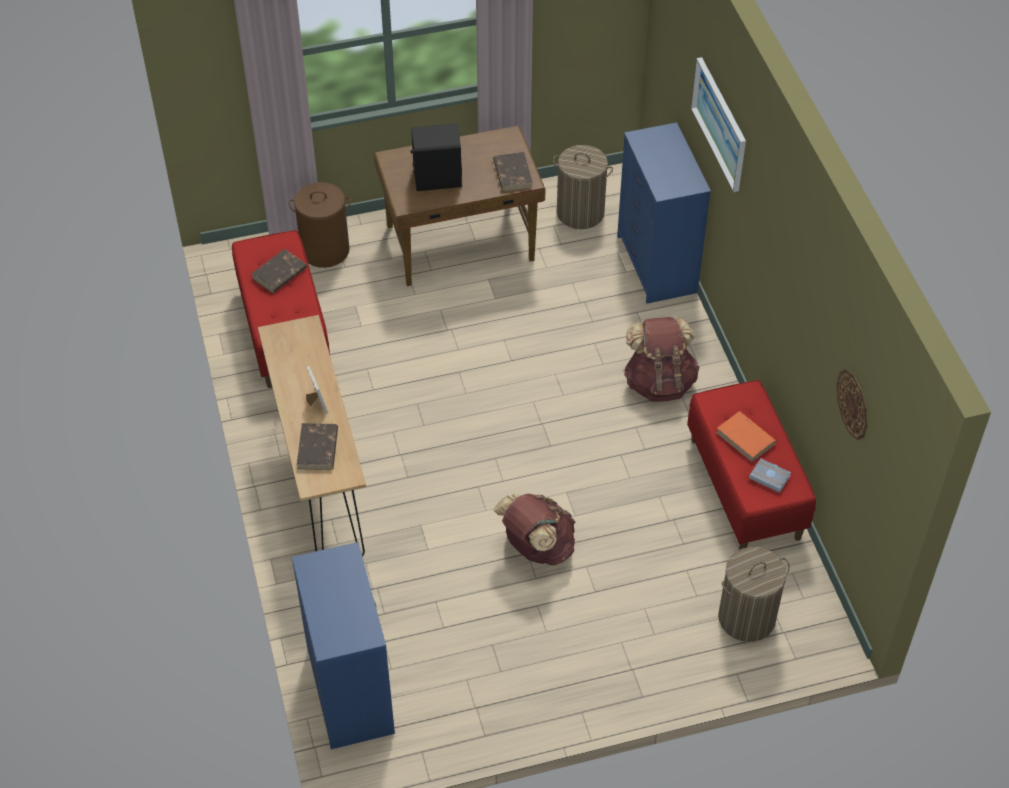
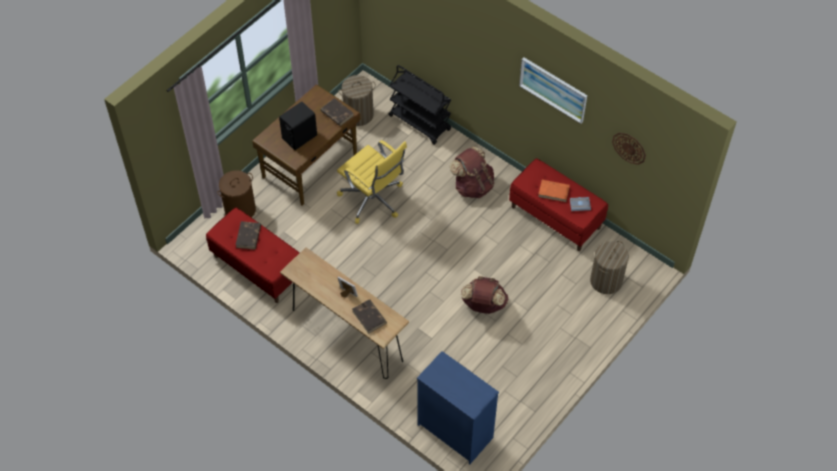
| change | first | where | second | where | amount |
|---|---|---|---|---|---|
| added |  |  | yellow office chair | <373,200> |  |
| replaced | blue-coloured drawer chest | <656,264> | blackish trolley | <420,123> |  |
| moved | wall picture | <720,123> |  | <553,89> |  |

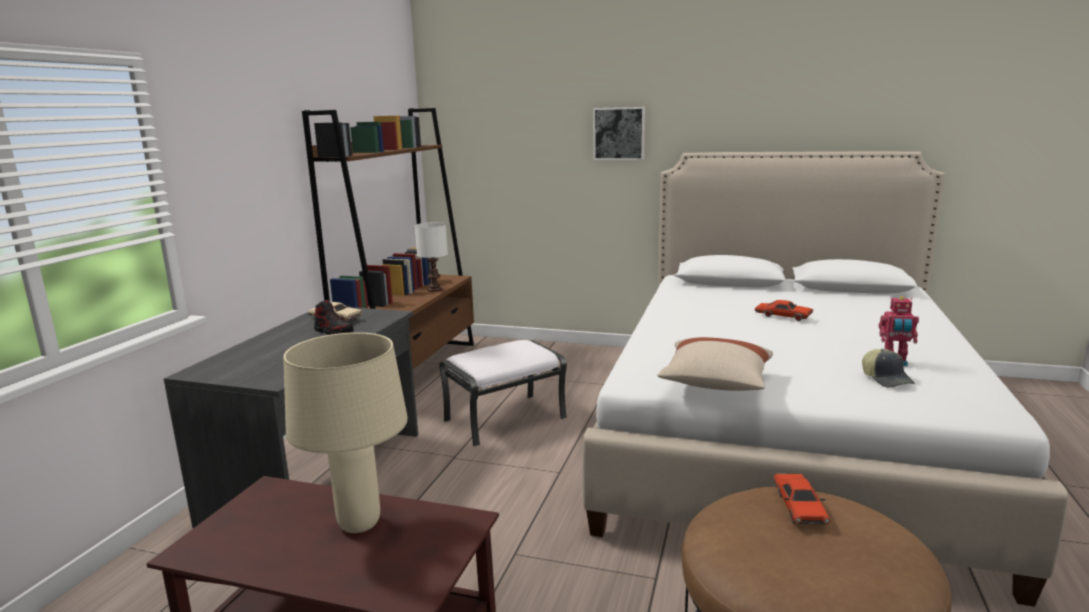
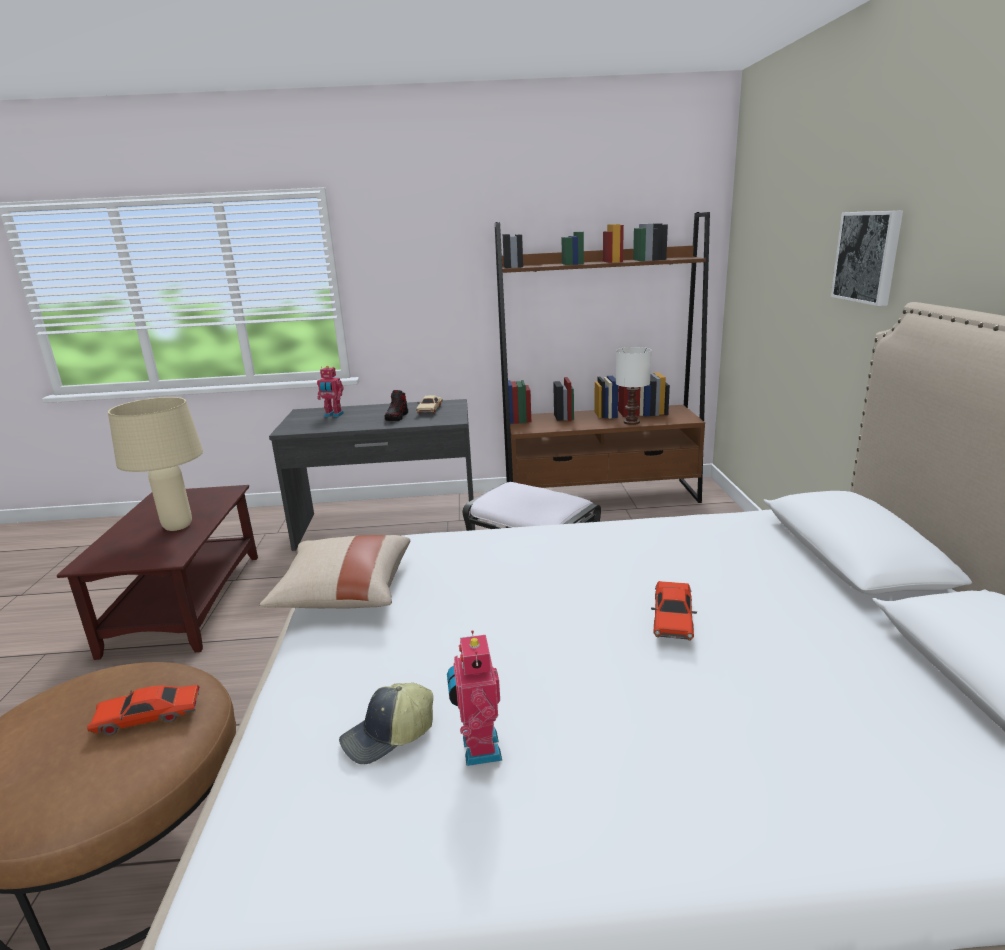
| change | first | where | second | where | amount |
|---|---|---|---|---|---|
| added |  |  | toy robot | <333,415> |  |

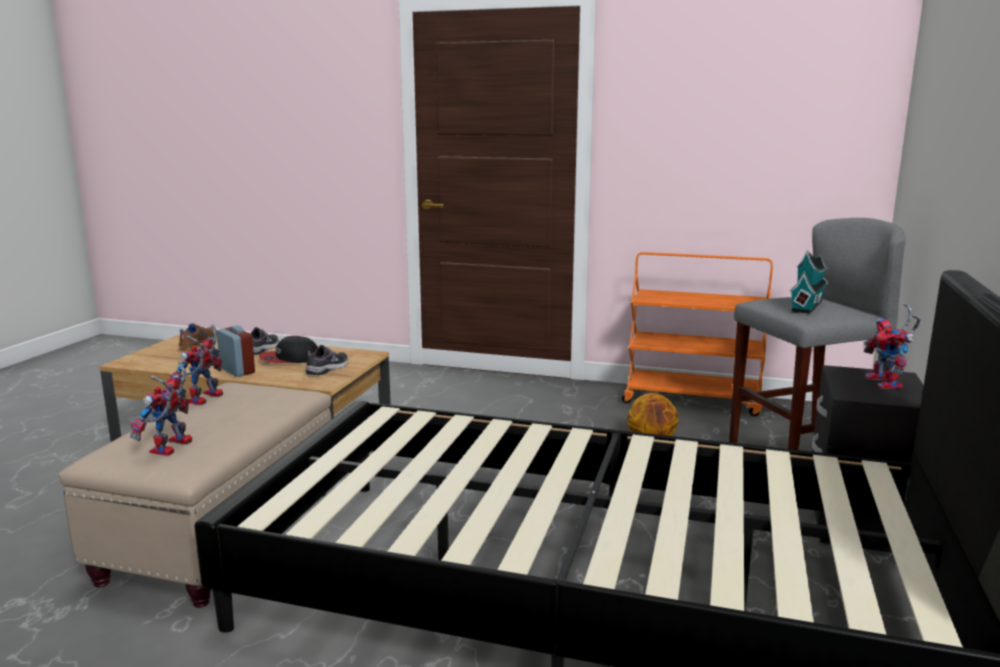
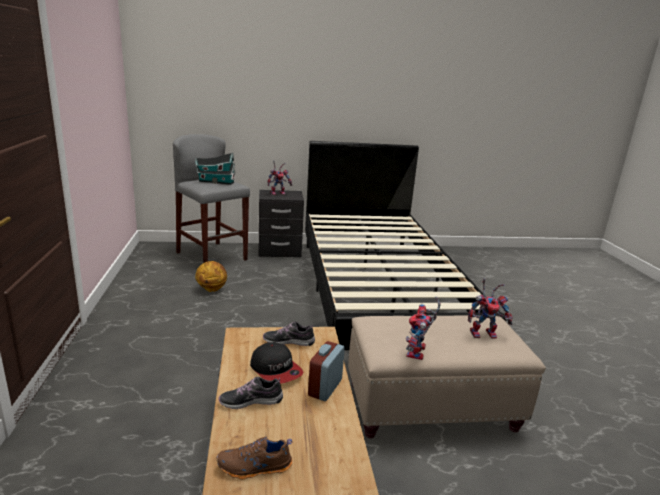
| change | first | where | second | where | amount |
|---|---|---|---|---|---|
| turned | toy robot | <204,400> |  | <417,353> | 105 degrees clockwise |
| removed | orange trolley | <692,400> |  |  |  |

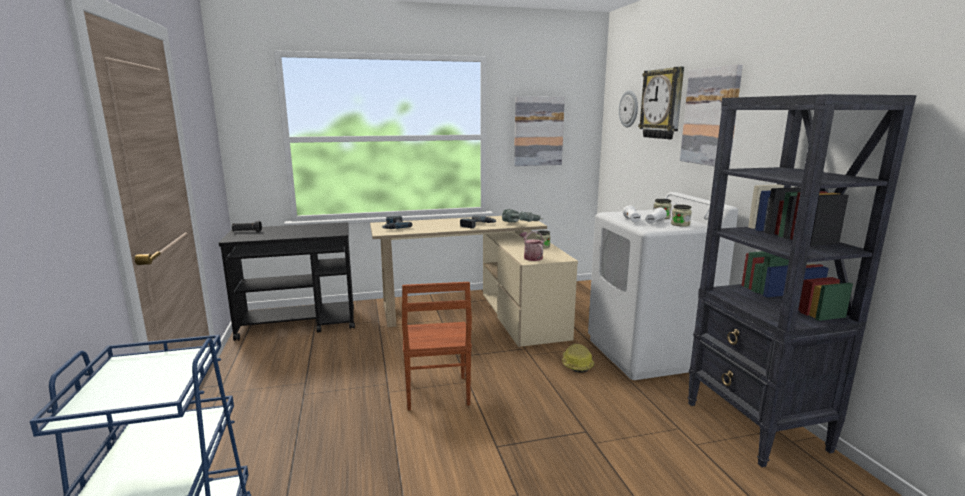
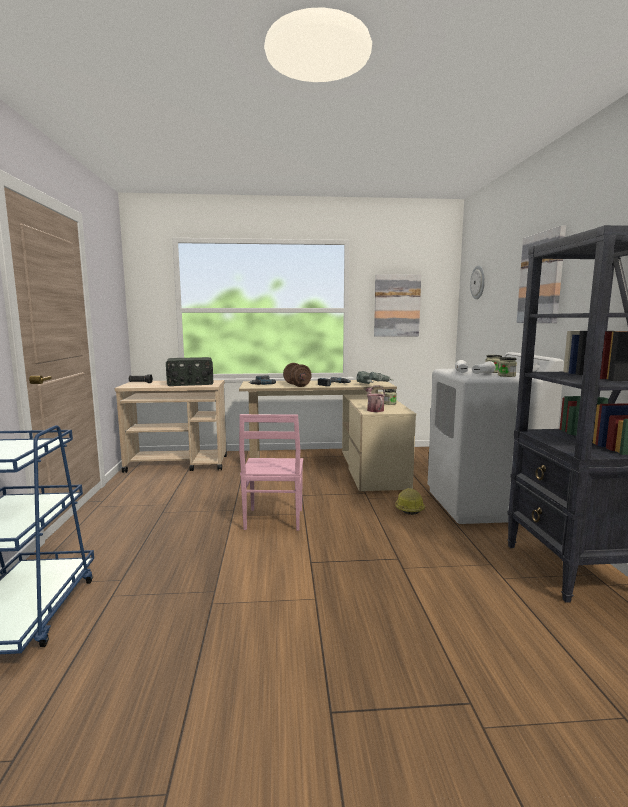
| change | first | where | second | where | amount |
|---|---|---|---|---|---|
| recoloured | blackish trolley | <299,324> | beige-coloured trolley | <178,464> |  |
| added |  |  | radio receiver | <190,383> |  |
| recoloured | brownish plain chair | <436,393> | pink-coloured plain chair | <273,520> |  |
| added |  |  | brownish hand weight | <297,385> |  |
| removed | wall clock | <662,104> |  |  |  |

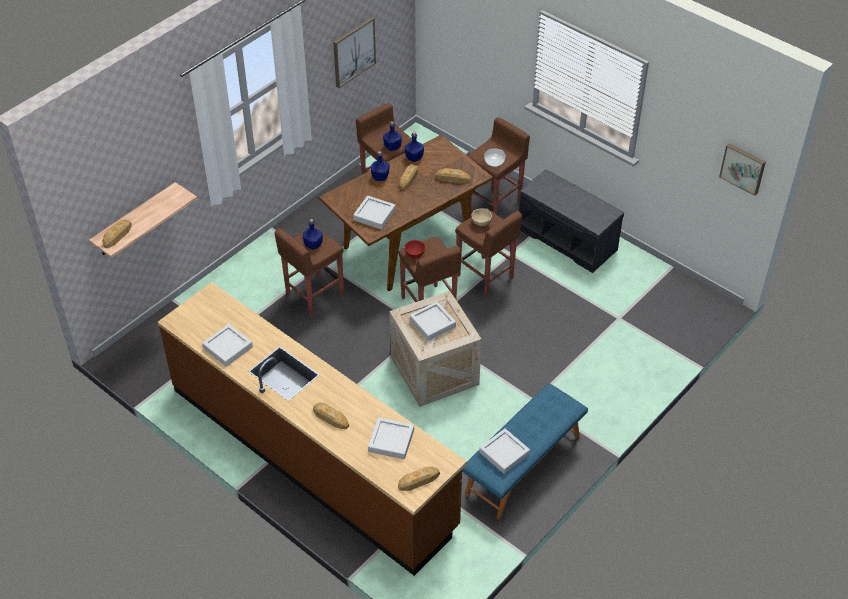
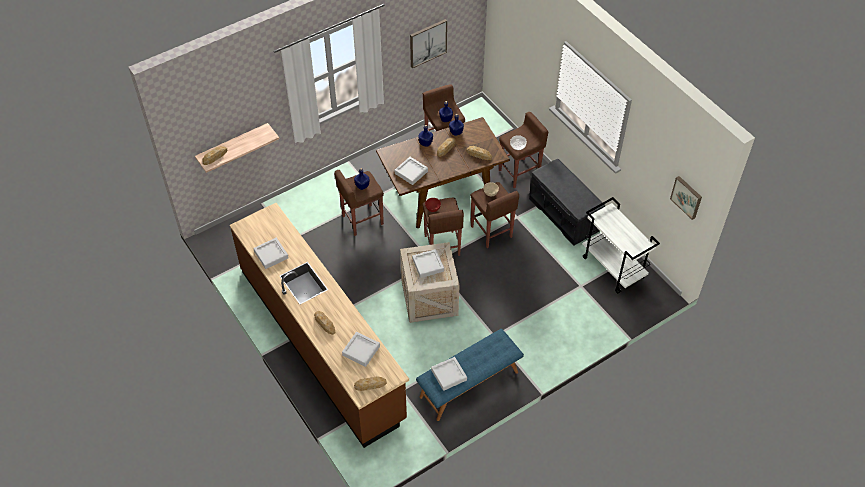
| change | first | where | second | where | amount |
|---|---|---|---|---|---|
| added |  |  | white-coloured trolley | <613,268> |  |

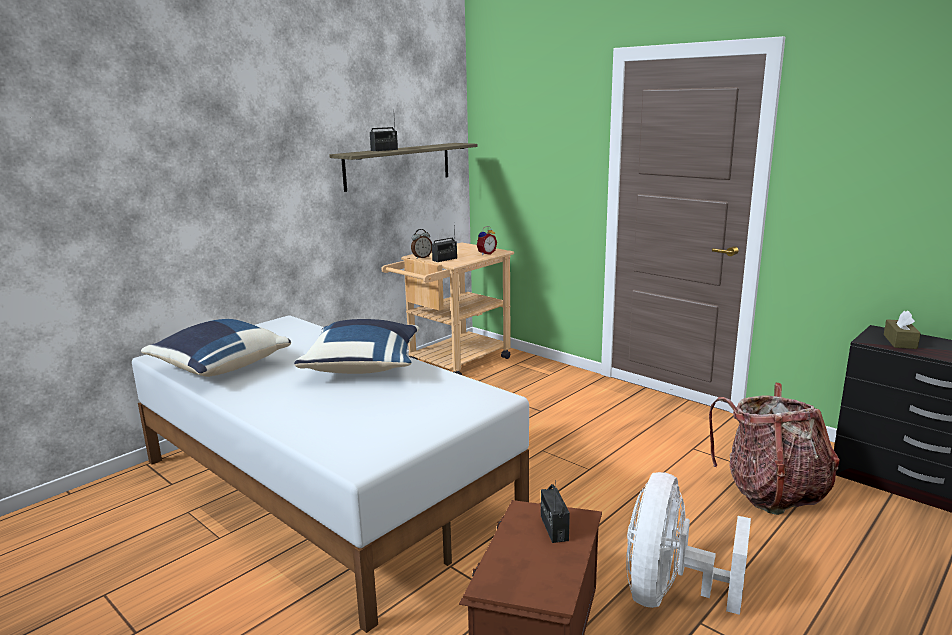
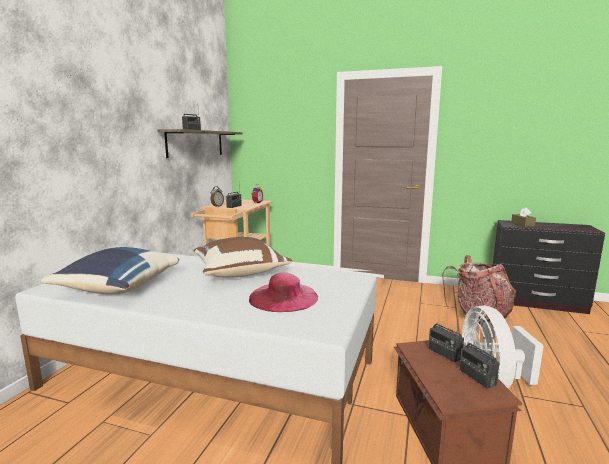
| change | first | where | second | where | amount |
|---|---|---|---|---|---|
| recoloured | blue-coloured throw pillow | <364,366> | brownish throw pillow | <240,272> |  |
| added |  |  | pink-coloured clothing hat | <283,297> |  |
| added |  |  | radio receiver | <477,377> |  |

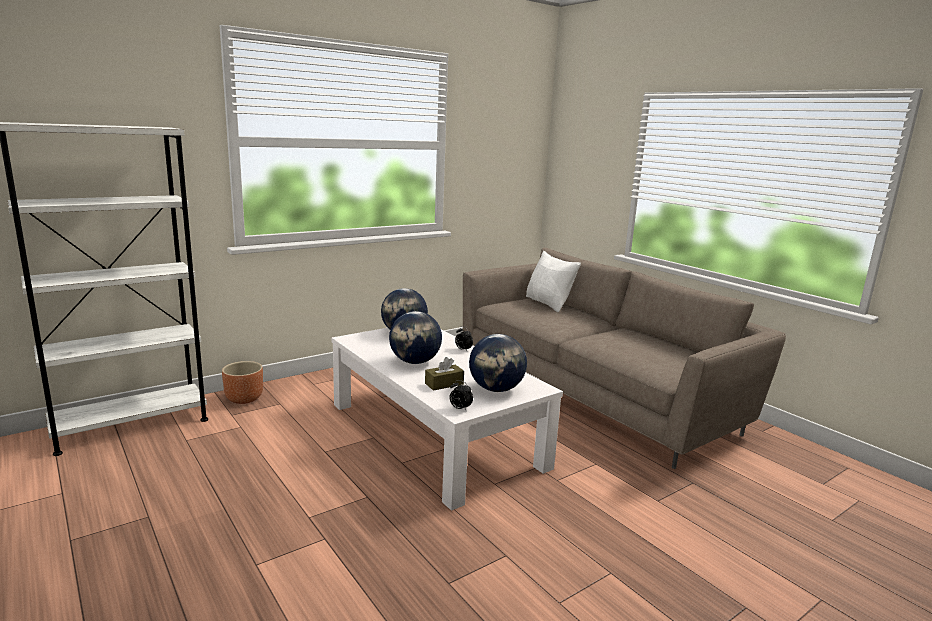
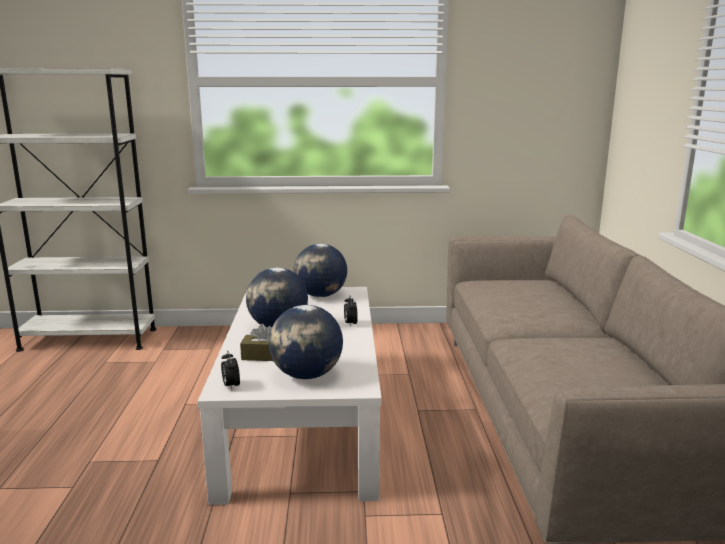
| change | first | where | second | where | amount |
|---|---|---|---|---|---|
| removed | brownish flower pot | <244,398> |  |  |  |
| removed | white-coloured throw pillow | <548,304> |  |  |  |

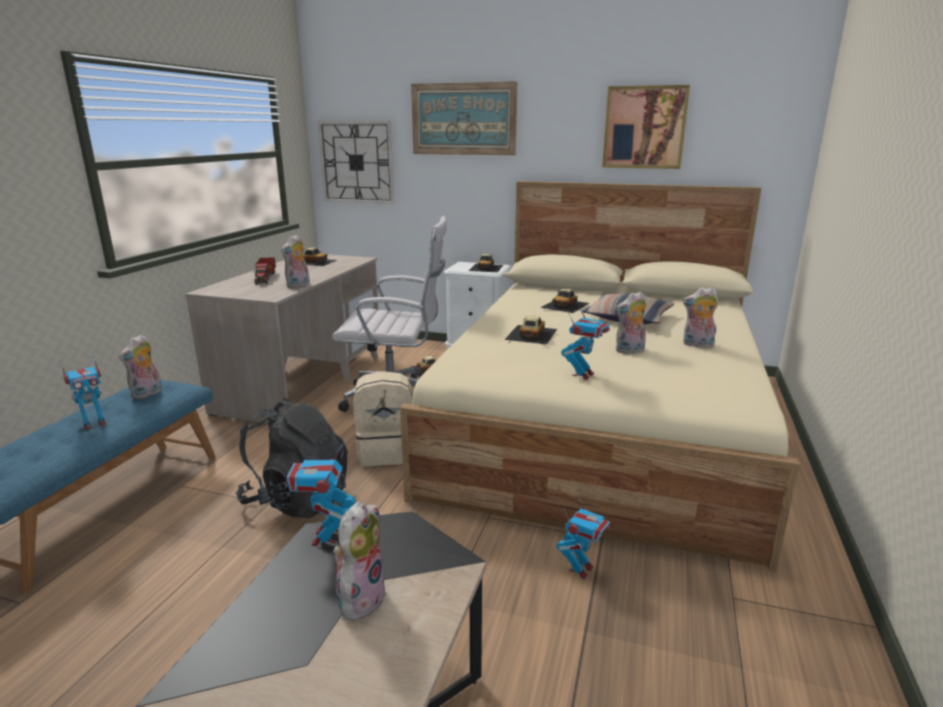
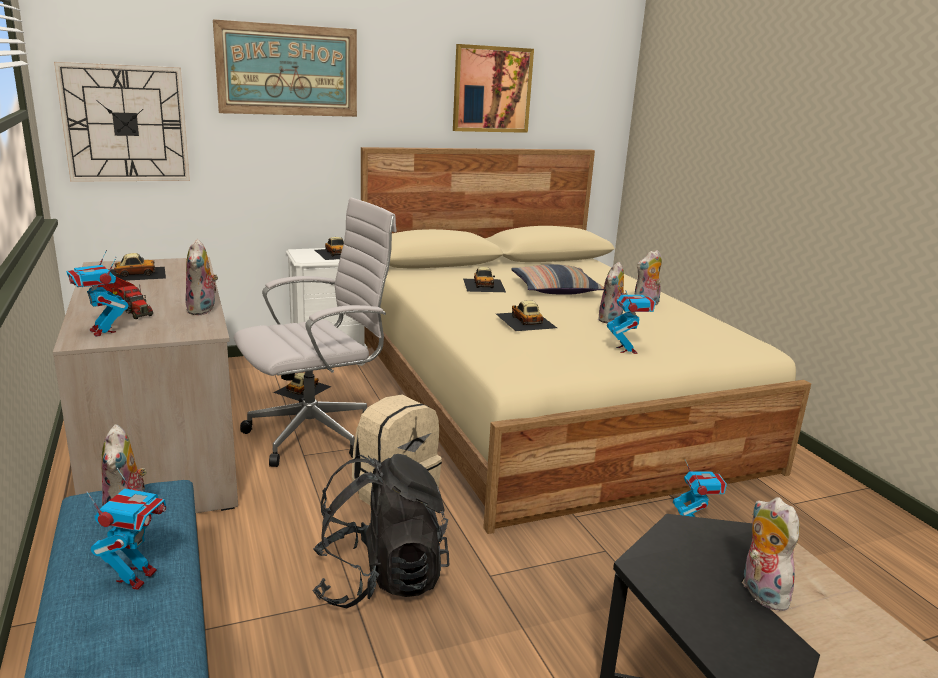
| change | first | where | second | where | amount |
|---|---|---|---|---|---|
| moved | toy robot | <326,537> |  | <102,331> |  |

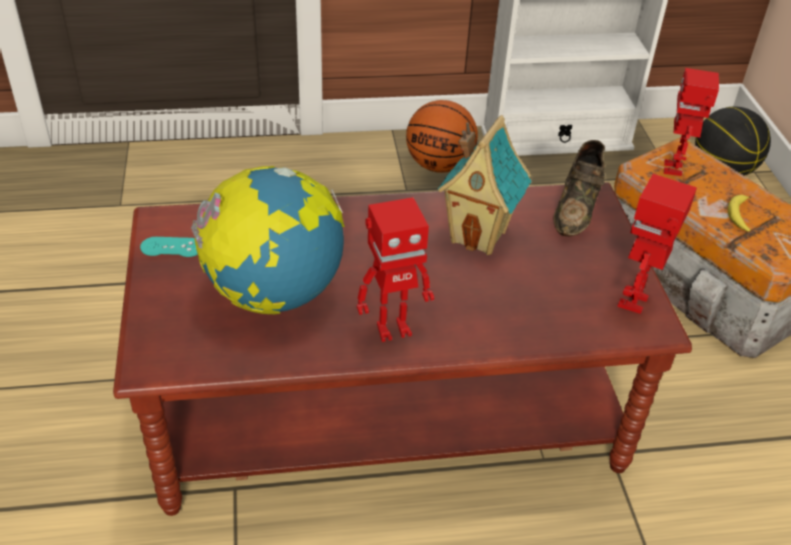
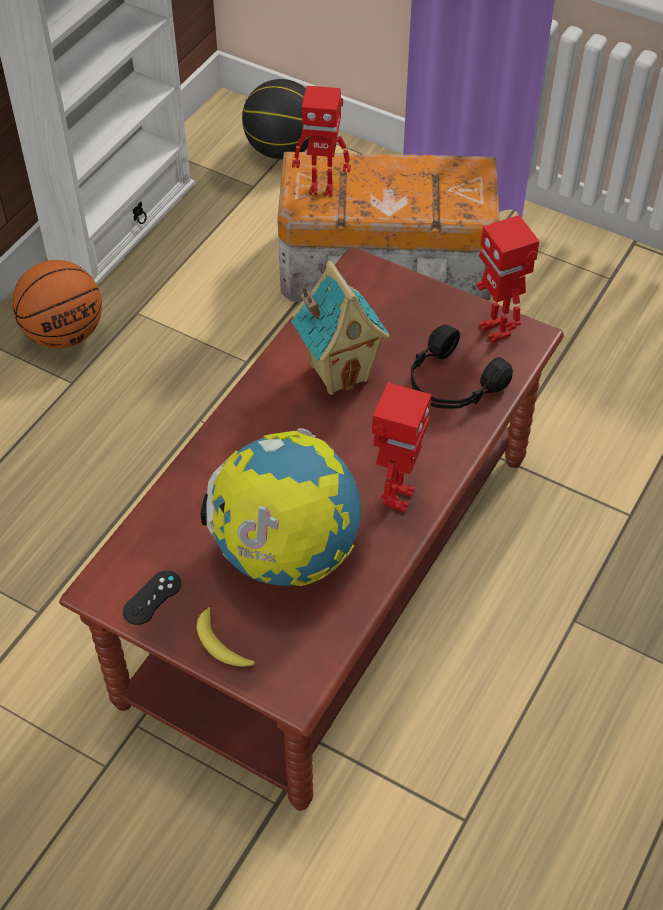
| change | first | where | second | where | amount |
|---|---|---|---|---|---|
| recoloured | turquoise-coloured game controller | <172,247> | blackish game controller | <152,598> |  |
| moved | whole banana | <738,216> |  | <222,644> |  |
| turned | toy robot | <674,169> |  | <322,188> | 45 degrees counterclockwise |
| added |  |  | blackish headphones | <451,384> |  |
| removed | brownish item of footwear | <577,208> |  |  |  |

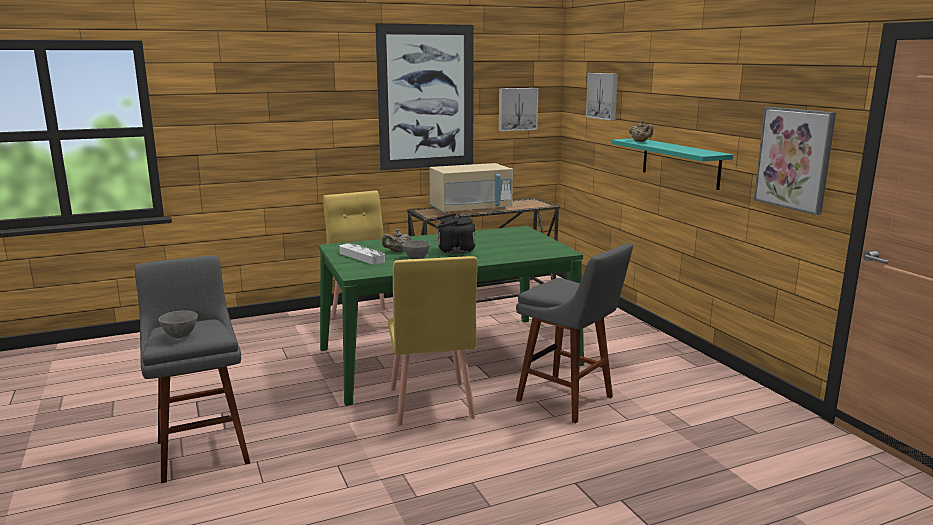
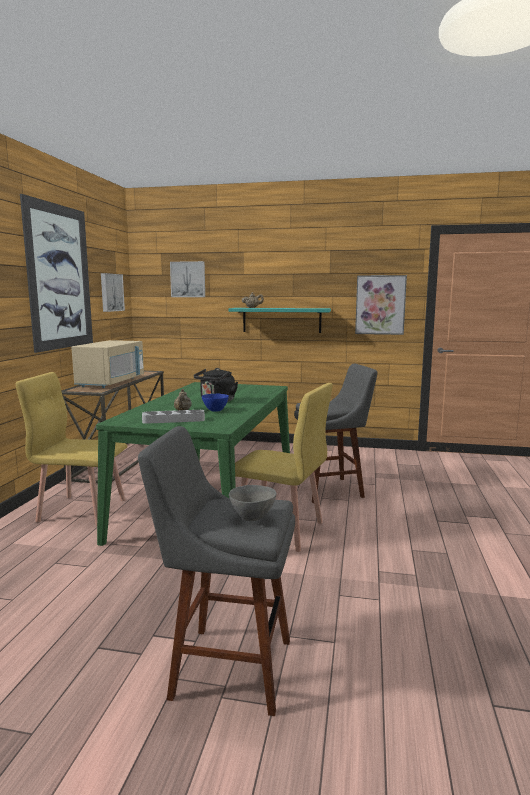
| change | first | where | second | where | amount |
|---|---|---|---|---|---|
| recoloured | gray bowl | <416,258> | blue-coloured bowl | <215,410> |  |

